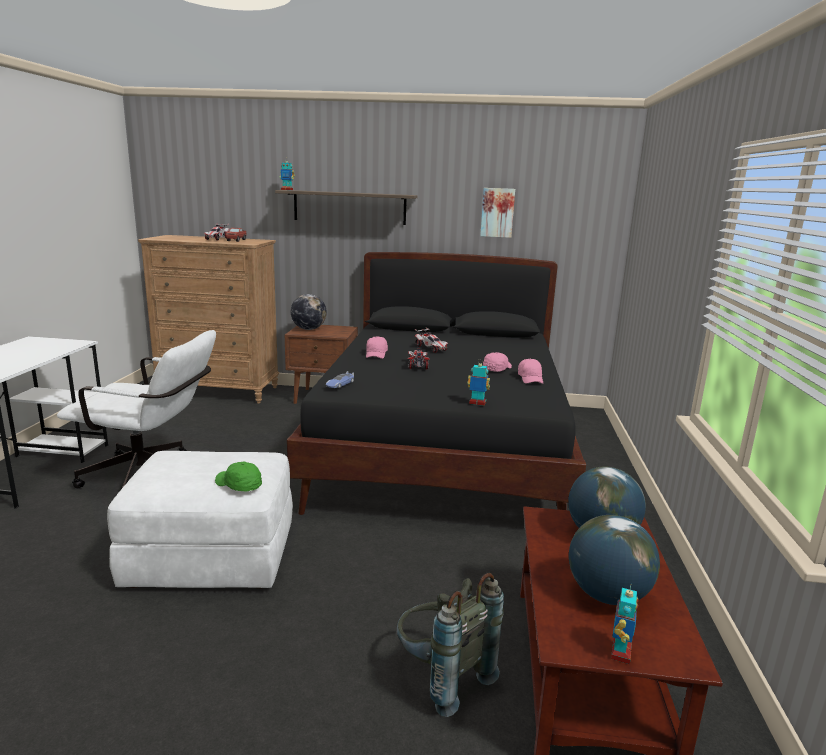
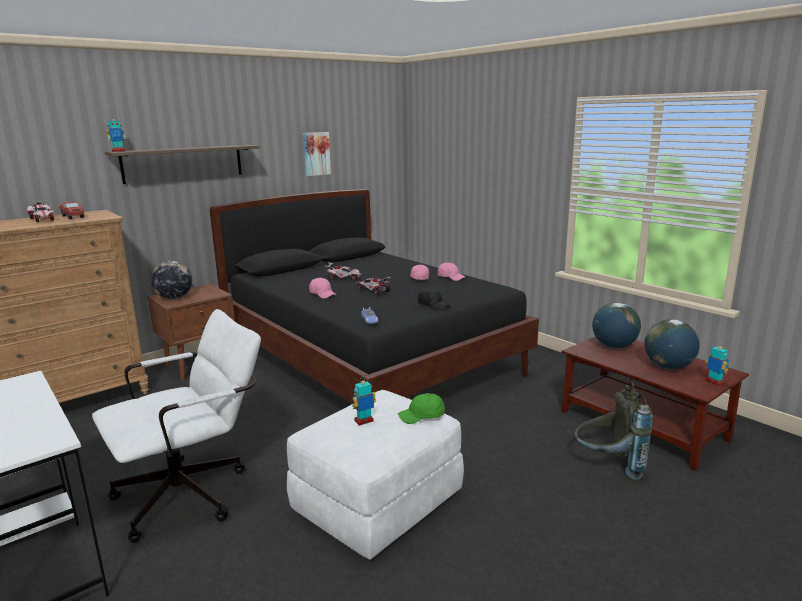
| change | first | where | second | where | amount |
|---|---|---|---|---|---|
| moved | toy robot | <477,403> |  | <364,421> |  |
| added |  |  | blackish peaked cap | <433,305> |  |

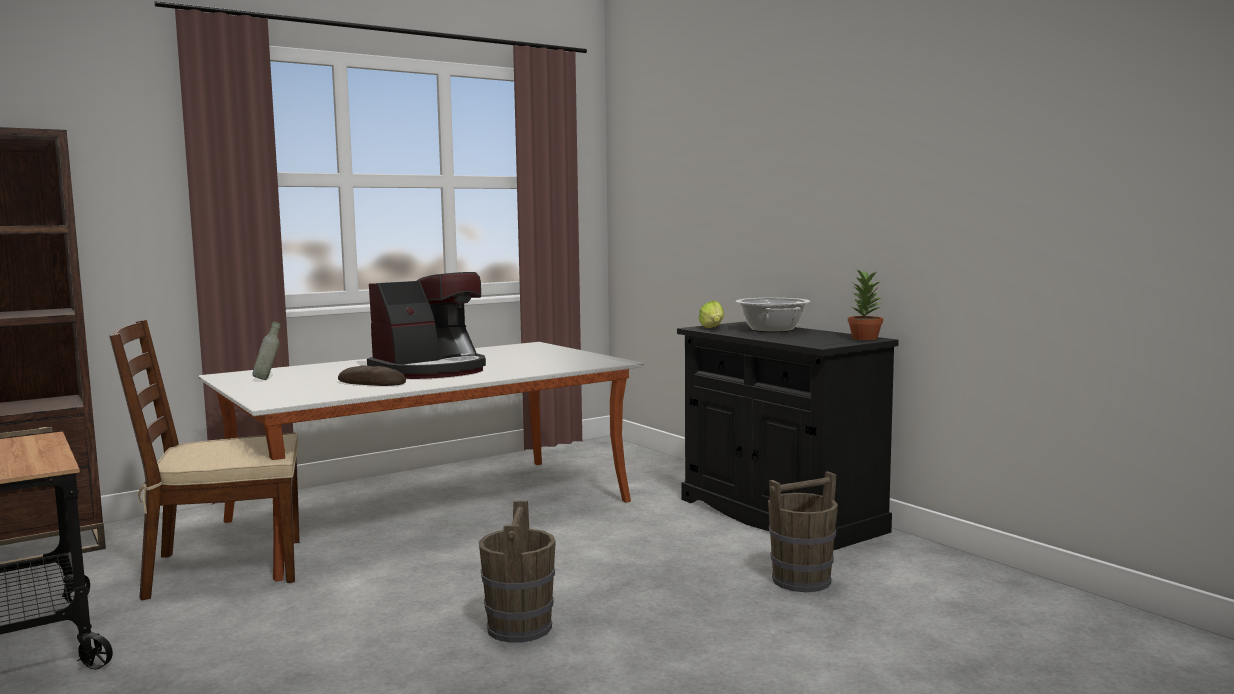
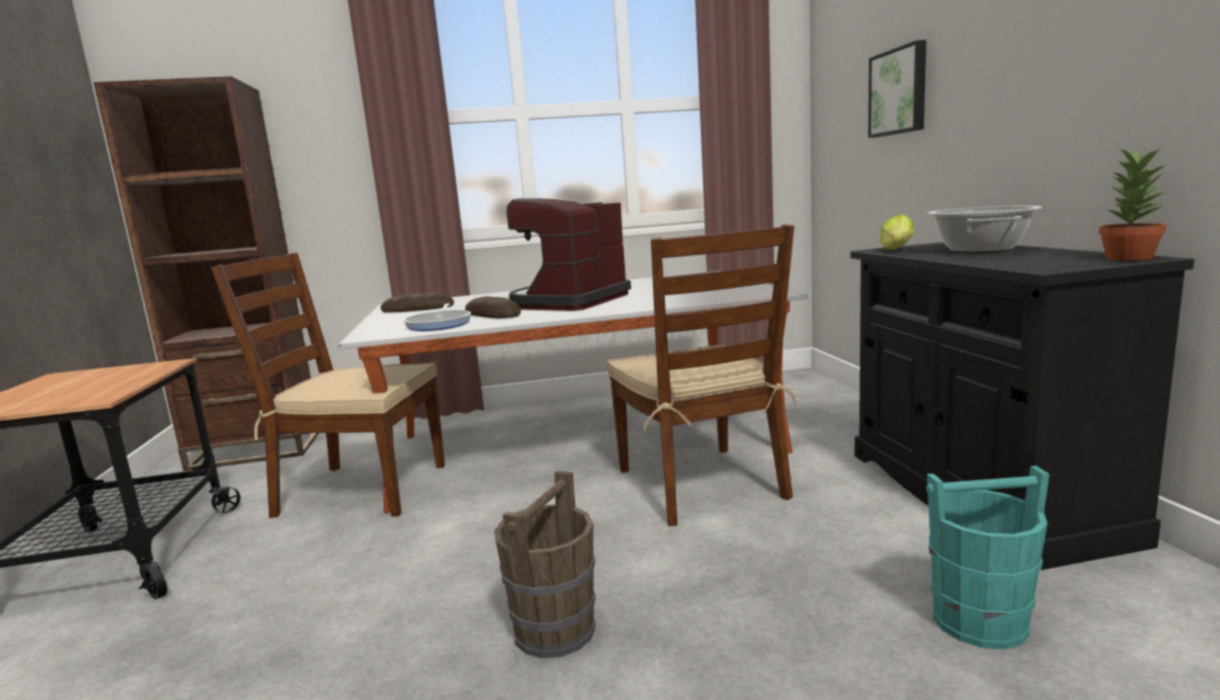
| change | first | where | second | where | amount |
|---|---|---|---|---|---|
| replaced | gray bottle | <268,379> | baked bread | <418,309> |  |
| added |  |  | pan | <440,324> |  |
| turned | coffee brewer | <431,371> |  | <568,302> | 135 degrees clockwise |
| added |  |  | brownish plain chair | <701,484> |  |
| added |  |  | wall picture | <899,92> |  |
| recoloured | brownish pail | <802,580> | turquoise-coloured pail | <980,621> |  |

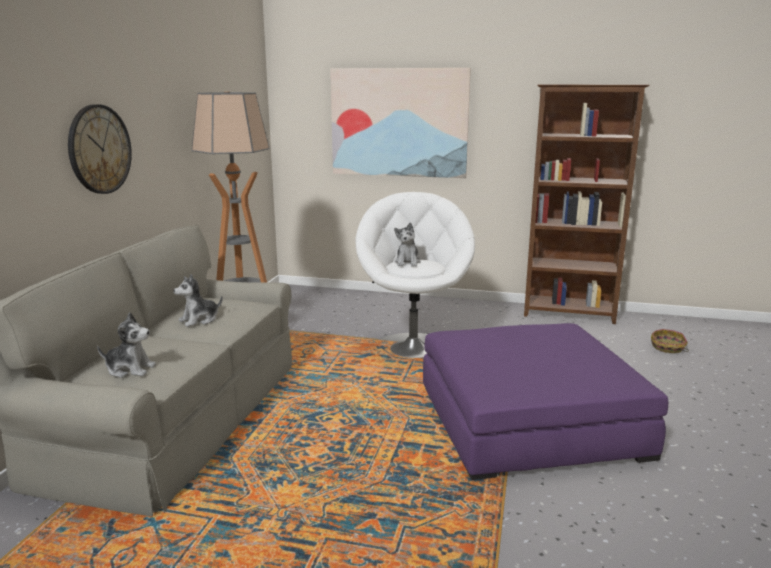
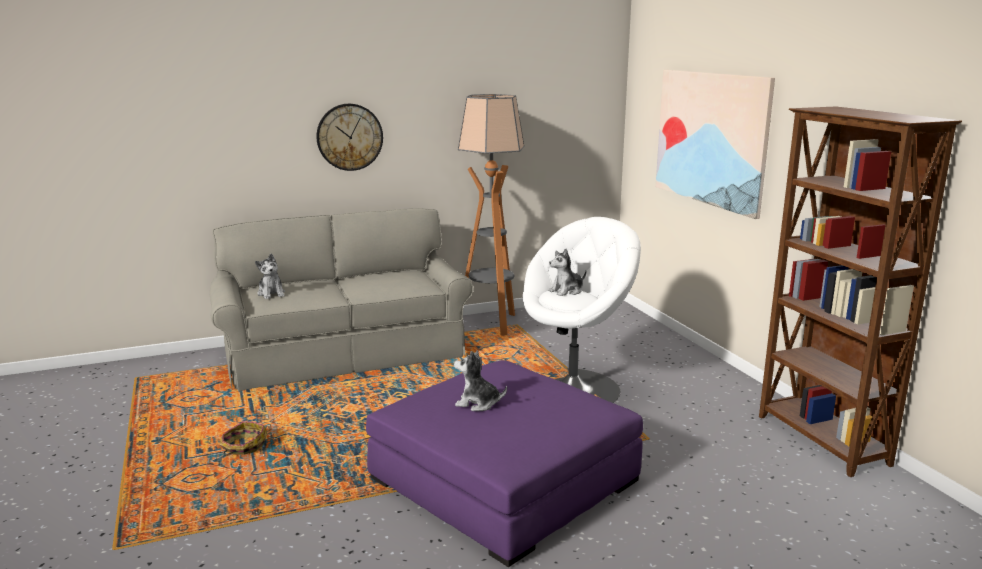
| change | first | where | second | where | amount |
|---|---|---|---|---|---|
| moved | storage basket | <668,348> |  | <243,447> |  |
| moved | cuddly toy | <199,320> |  | <478,403> |  |

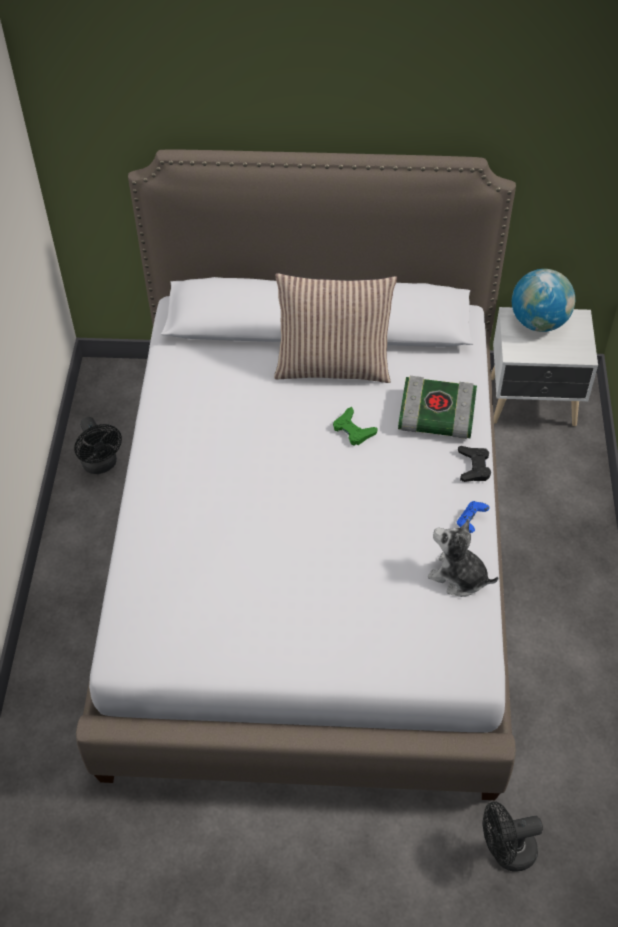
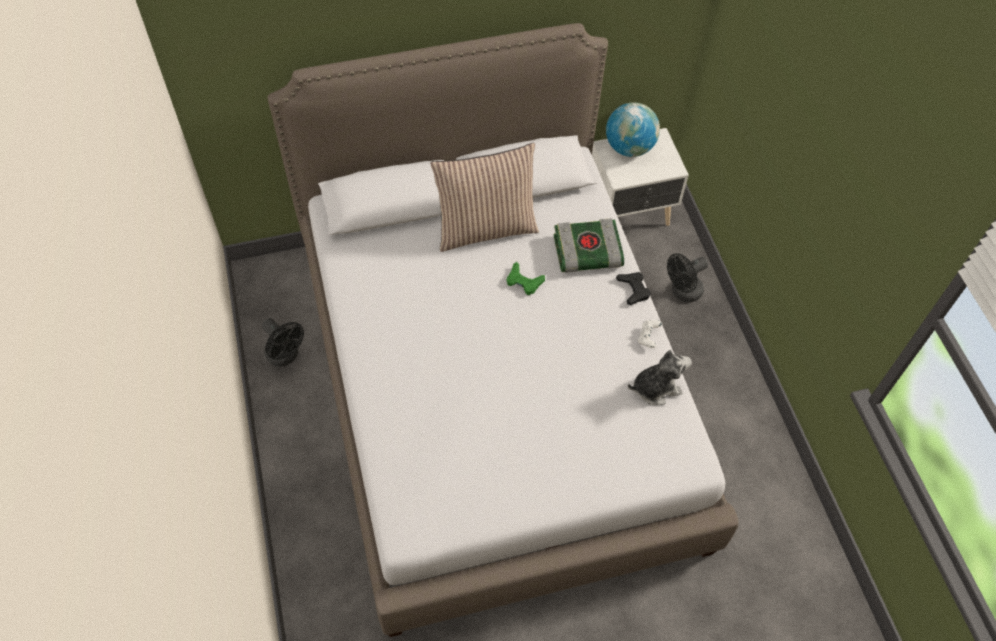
| change | first | where | second | where | amount |
|---|---|---|---|---|---|
| turned | cuddly toy | <458,577> |  | <655,387> | 150 degrees clockwise |
| recoloured | blue-coloured game controller | <471,521> | white-coloured game controller | <648,337> |  |
| moved | blackish cooling fan | <506,851> |  | <682,292> |  |

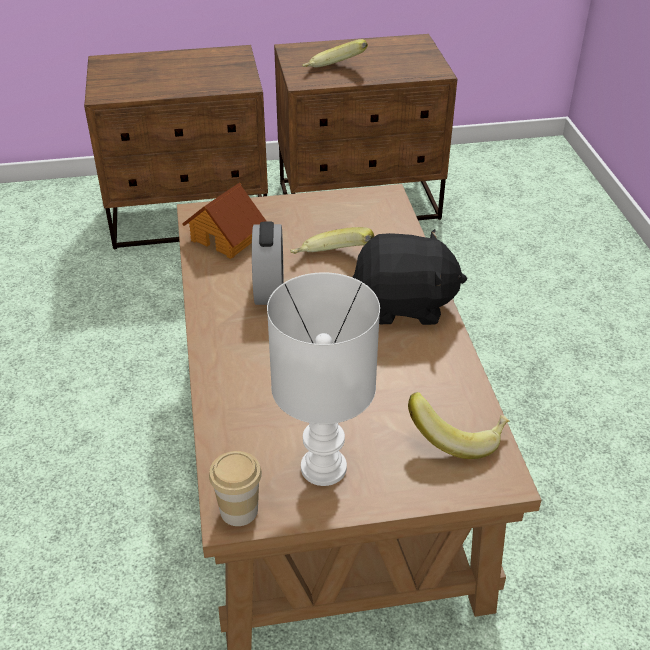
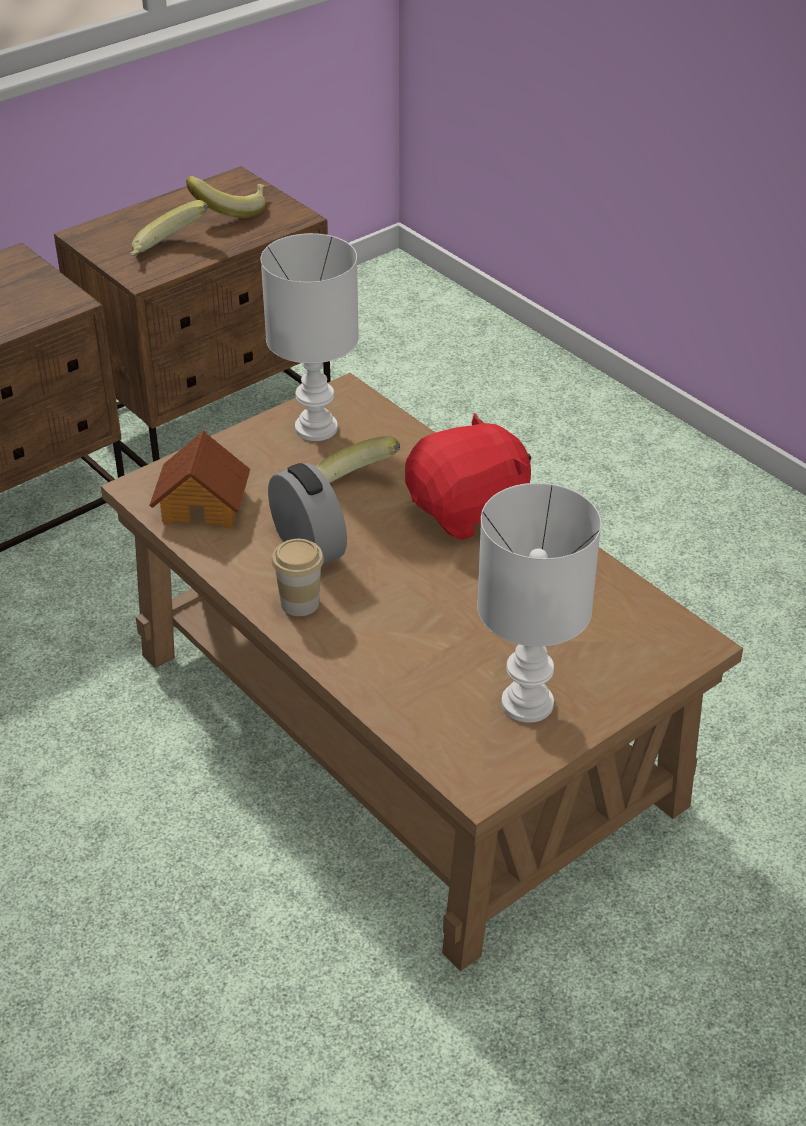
| change | first | where | second | where | amount |
|---|---|---|---|---|---|
| moved | whole banana | <457,436> |  | <230,210> |  |
| added |  |  | white-coloured lamp for a table | <317,429> |  |
| moved | cup | <239,510> |  | <300,603> |  |
| recoloured | blackish cuddly toy | <404,305> | red cuddly toy | <469,511> |  |

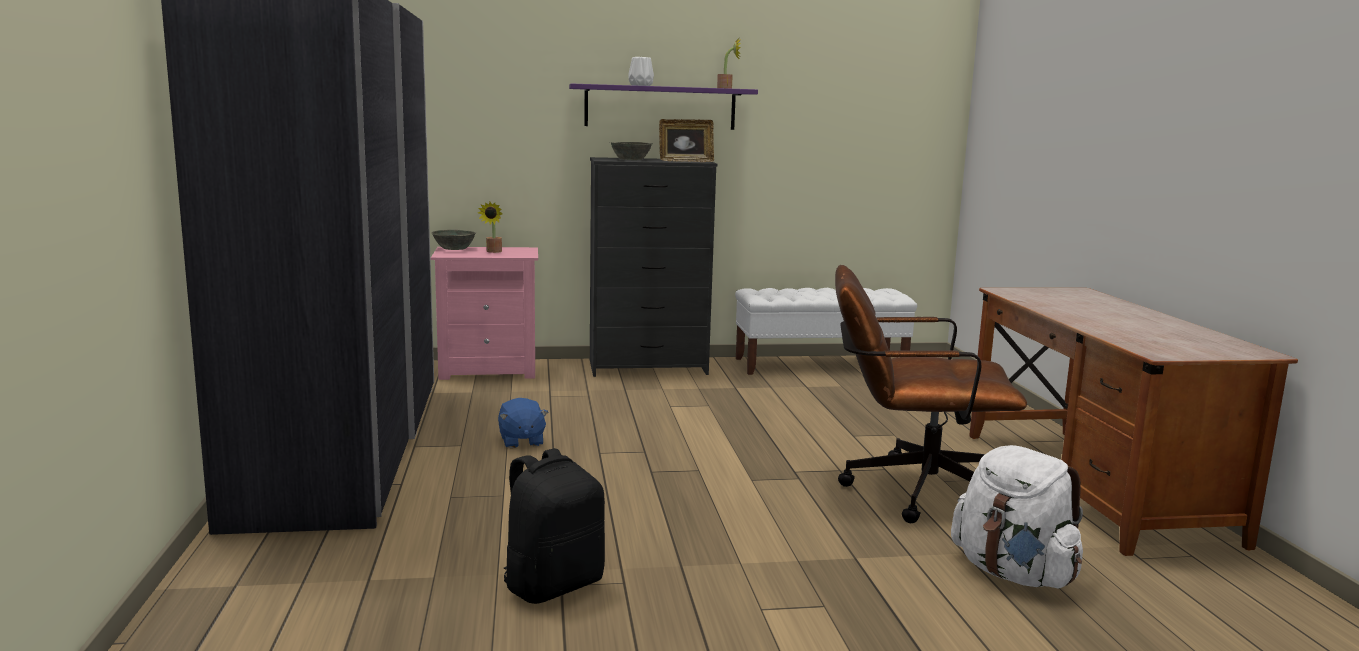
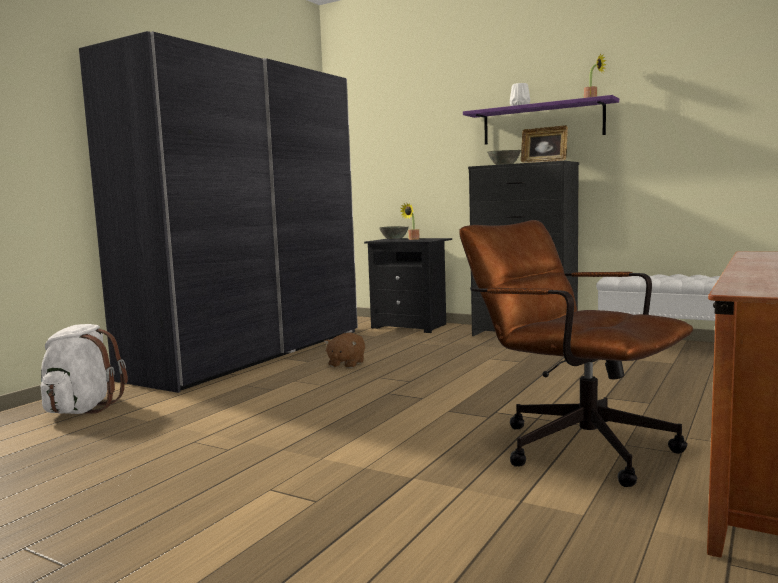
| change | first | where | second | where | amount |
|---|---|---|---|---|---|
| moved | white-coloured backpack | <1013,573> |  | <82,409> |  |
| recoloured | blue-coloured cuddly toy | <521,441> | brownish cuddly toy | <346,364> |  |
| recoloured | pink-coloured bedside table | <489,370> | blackish bedside table | <411,326> |  |
| removed | blackish backpack | <553,585> |  |  |  |

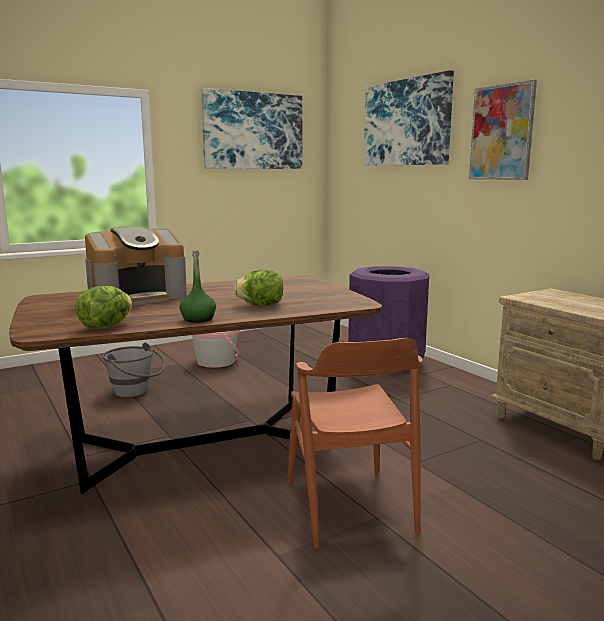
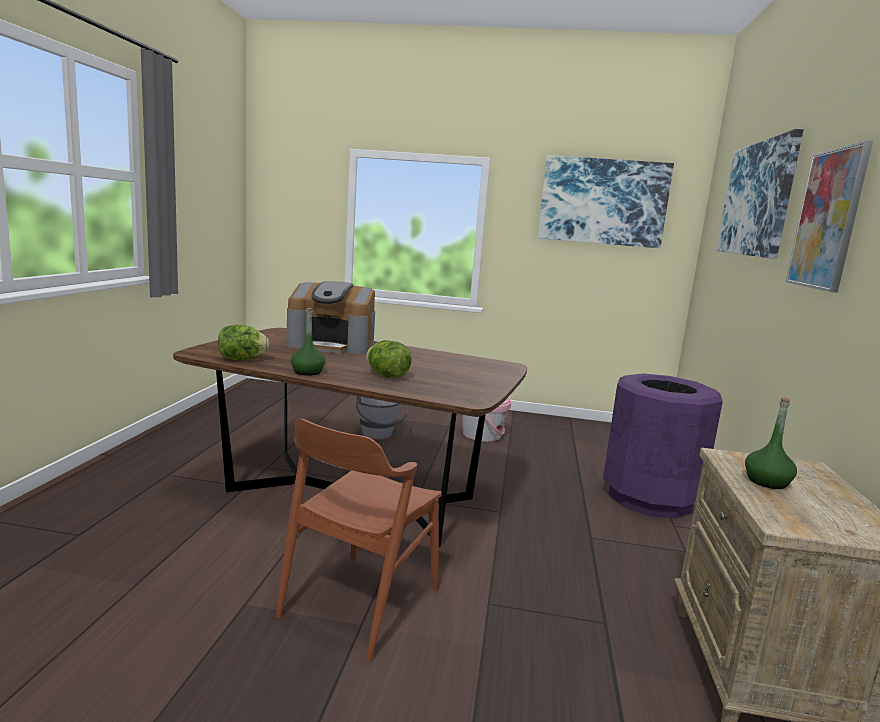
| change | first | where | second | where | amount |
|---|---|---|---|---|---|
| added |  |  | green-coloured bottle | <767,482> |  |

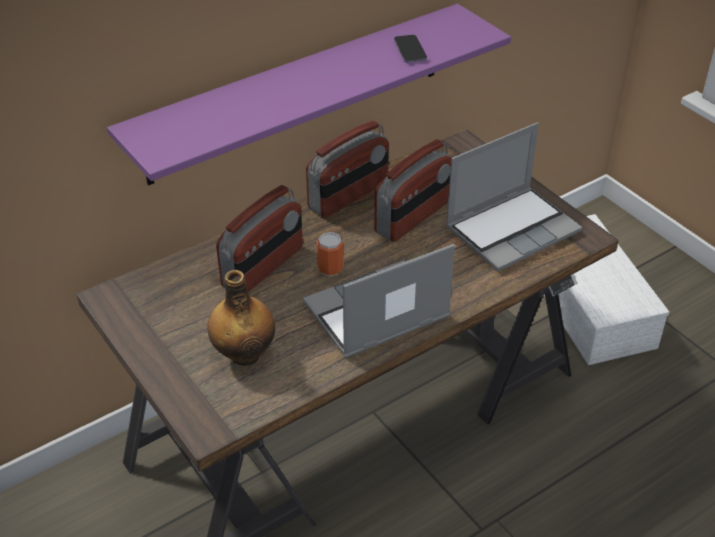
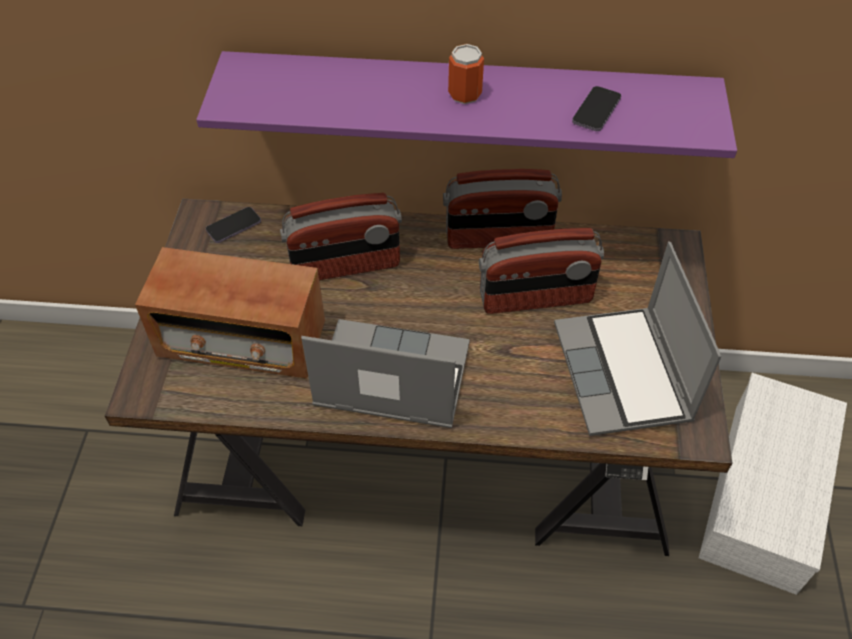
| change | first | where | second | where | amount |
|---|---|---|---|---|---|
| replaced | bottle | <244,353> | radio receiver | <242,341> |  |
| added |  |  | handset | <234,226> |  |
| moved | sealed can | <330,268> |  | <465,94> |  |
| turned | laptop | <512,229> |  | <624,374> | 75 degrees clockwise |

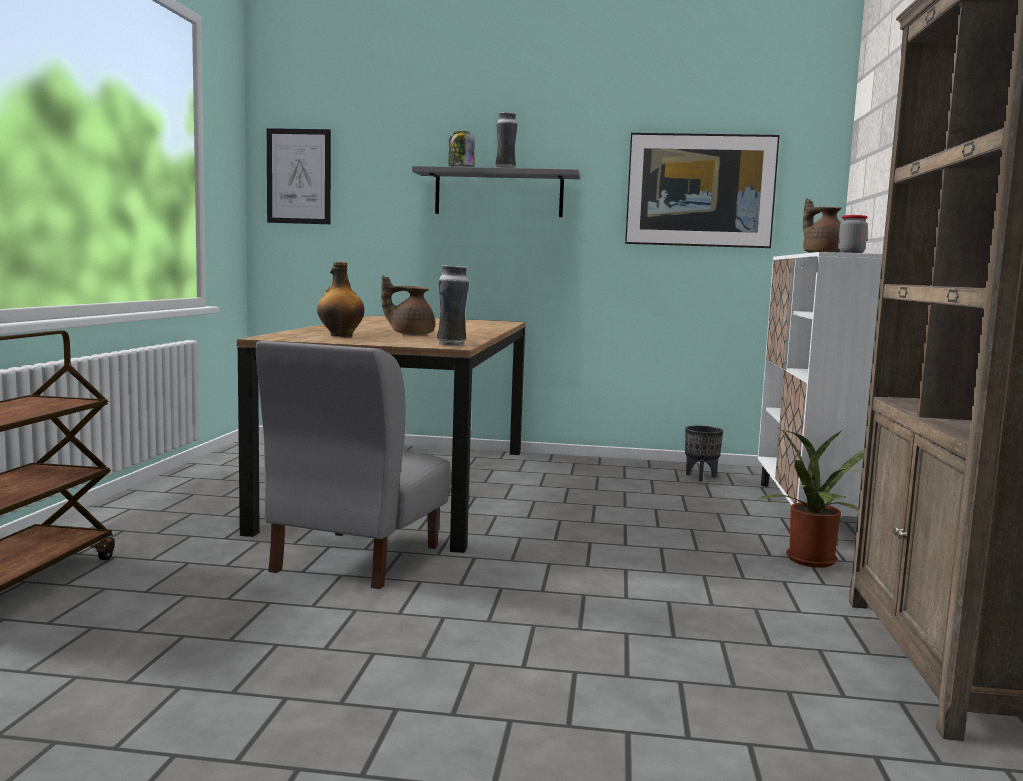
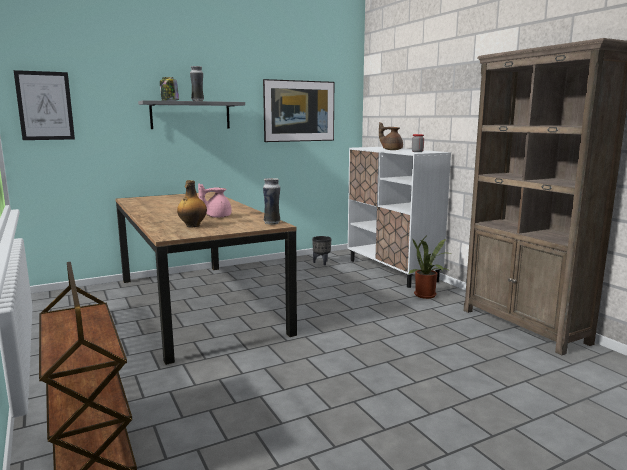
| change | first | where | second | where | amount |
|---|---|---|---|---|---|
| recoloured | brownish tea pot | <410,334> | pink-coloured tea pot | <216,216> |  |
| removed | gray plain chair | <355,559> |  |  |  |

